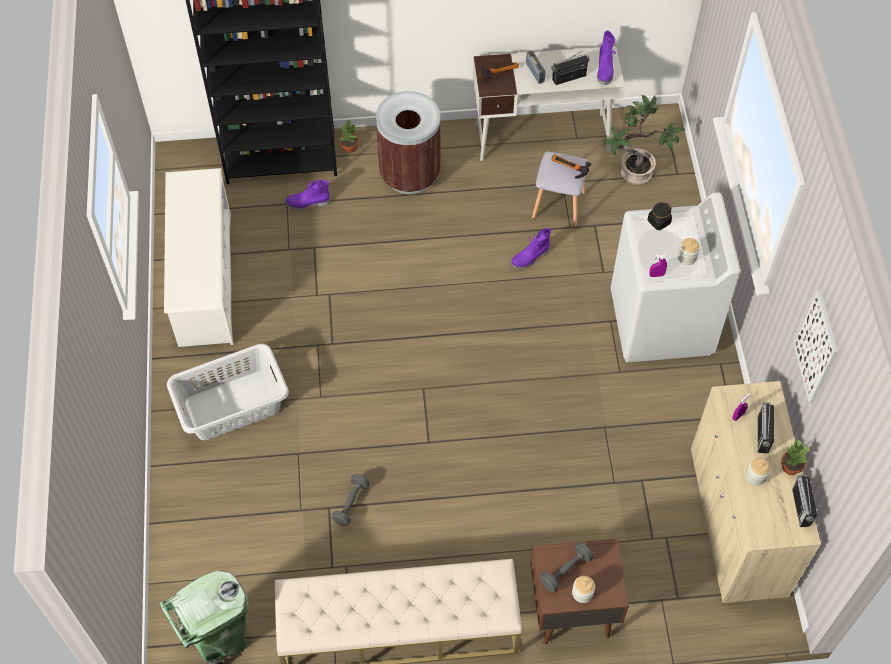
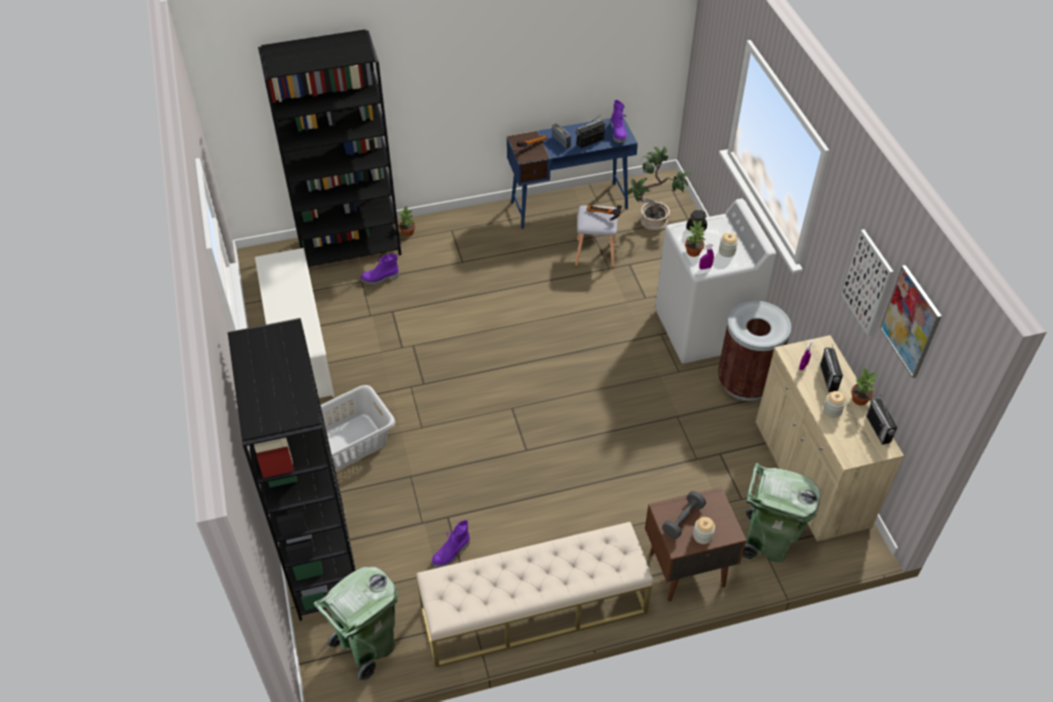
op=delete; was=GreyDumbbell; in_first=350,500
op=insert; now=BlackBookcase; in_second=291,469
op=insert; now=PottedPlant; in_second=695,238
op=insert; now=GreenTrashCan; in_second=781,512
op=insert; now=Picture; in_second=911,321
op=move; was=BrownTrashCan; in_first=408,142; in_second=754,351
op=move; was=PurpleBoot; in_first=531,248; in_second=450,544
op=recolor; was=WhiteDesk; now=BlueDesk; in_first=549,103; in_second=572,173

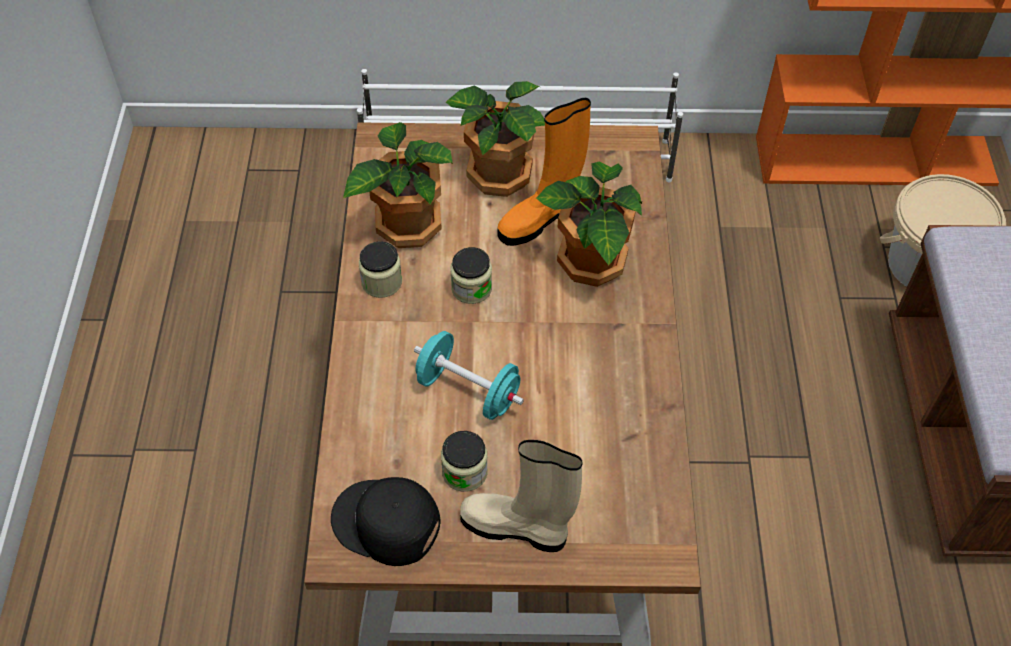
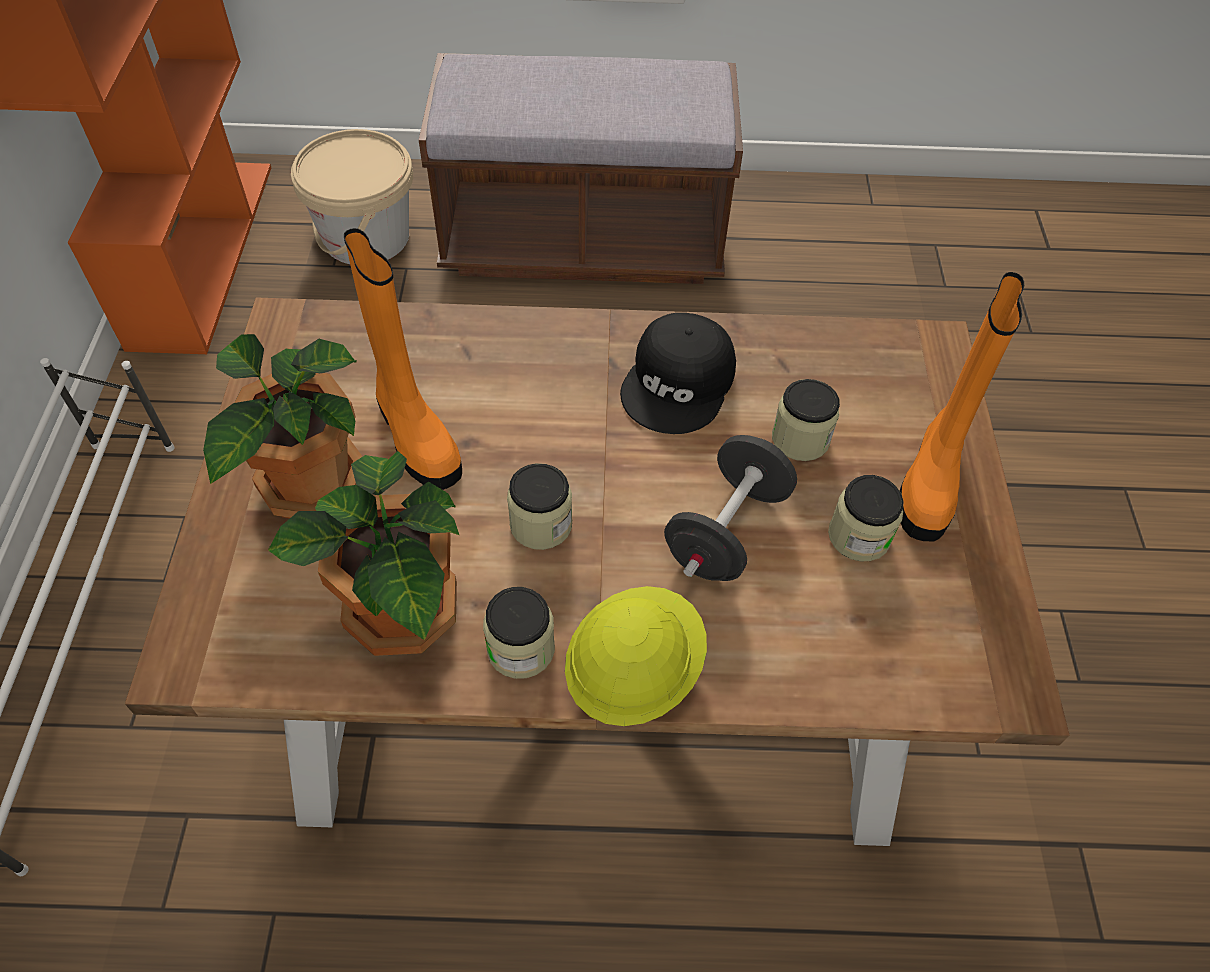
op=delete; was=PottedPlant; in_first=589,224
op=insert; now=YellowHardHat; in_second=636,656
op=insert; now=Jar; in_second=806,420
op=move; was=BlackCap; in_first=386,521; in_second=678,373
op=recolor; was=TurquoiseDumbbell; now=BlackDumbbell; in_first=469,375; in_second=730,508
op=recolor; was=BeigeBoot; now=OrangeBoot; in_first=521,496; in_second=961,406

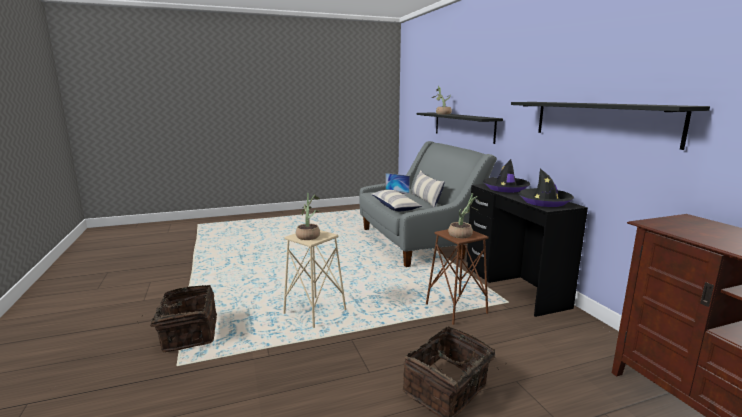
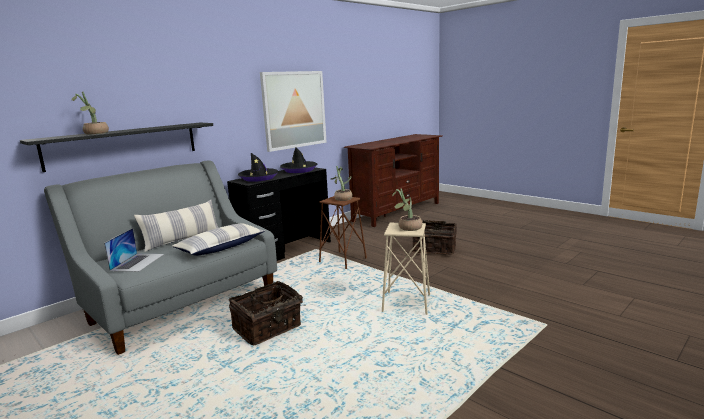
op=move; was=Basket; in_first=177,318; in_second=267,313
op=replace; was=BlackShelf; now=Picture; in_first=610,126; in_second=293,111

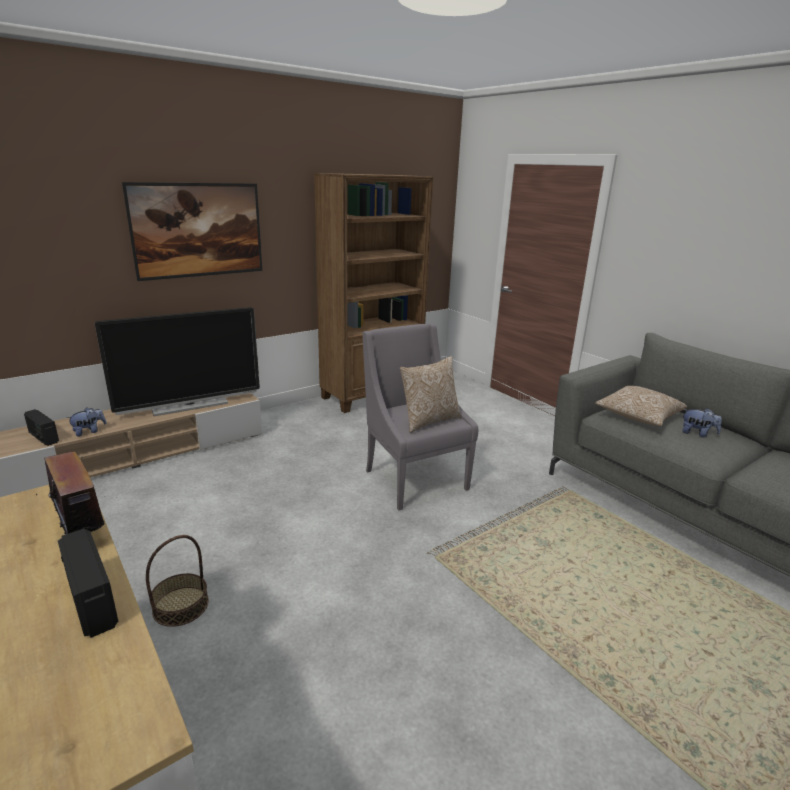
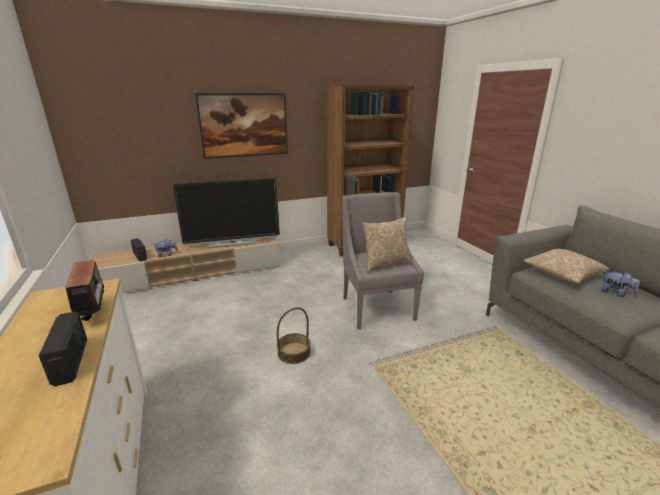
op=move; was=Basket; in_first=177,581; in_second=294,335

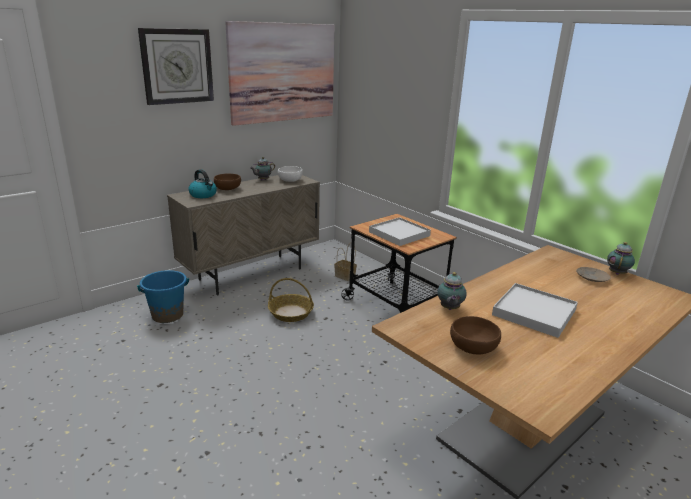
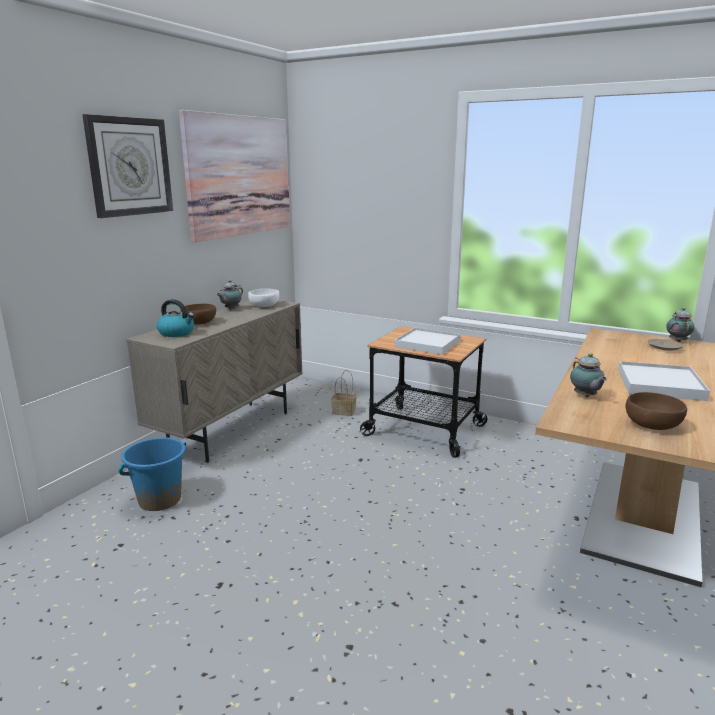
op=delete; was=Basket; in_first=291,300

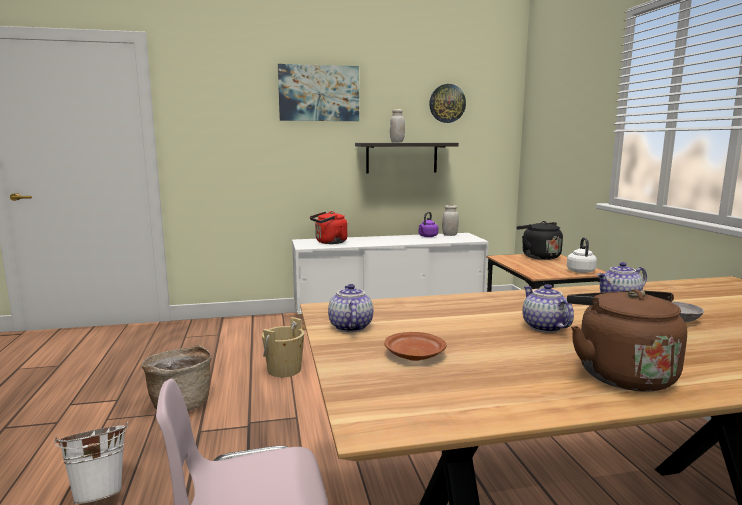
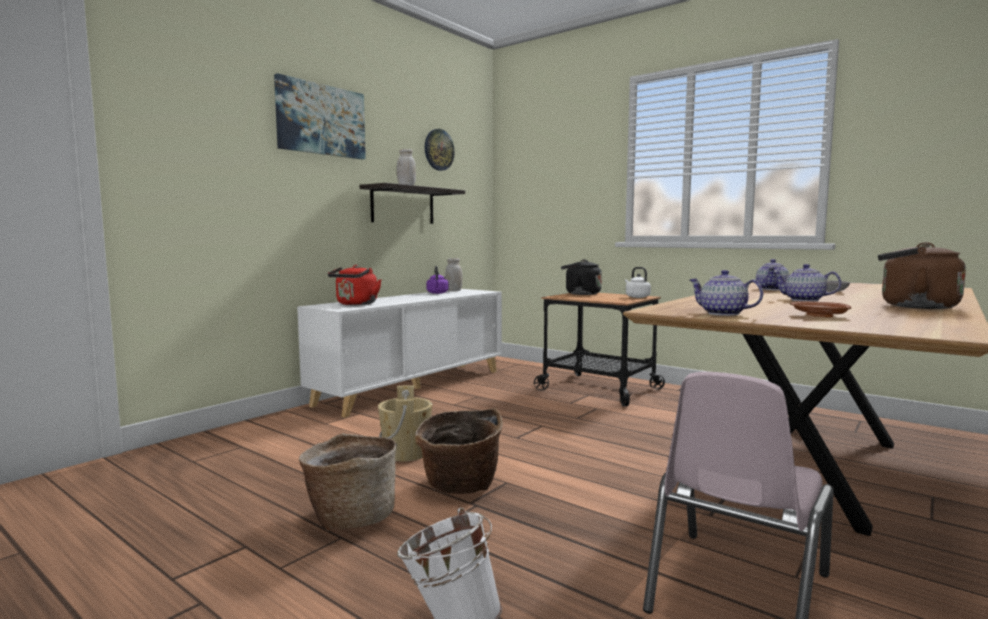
op=insert; now=Basket; in_second=459,451

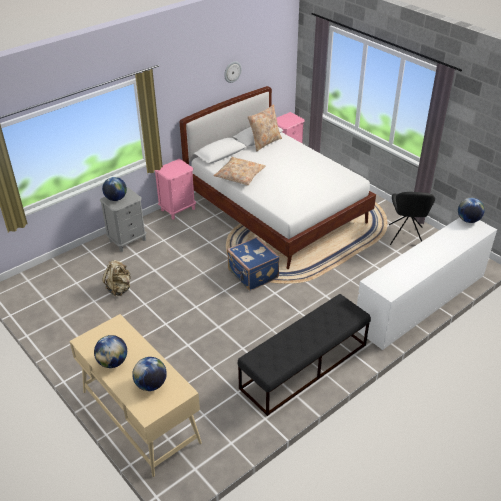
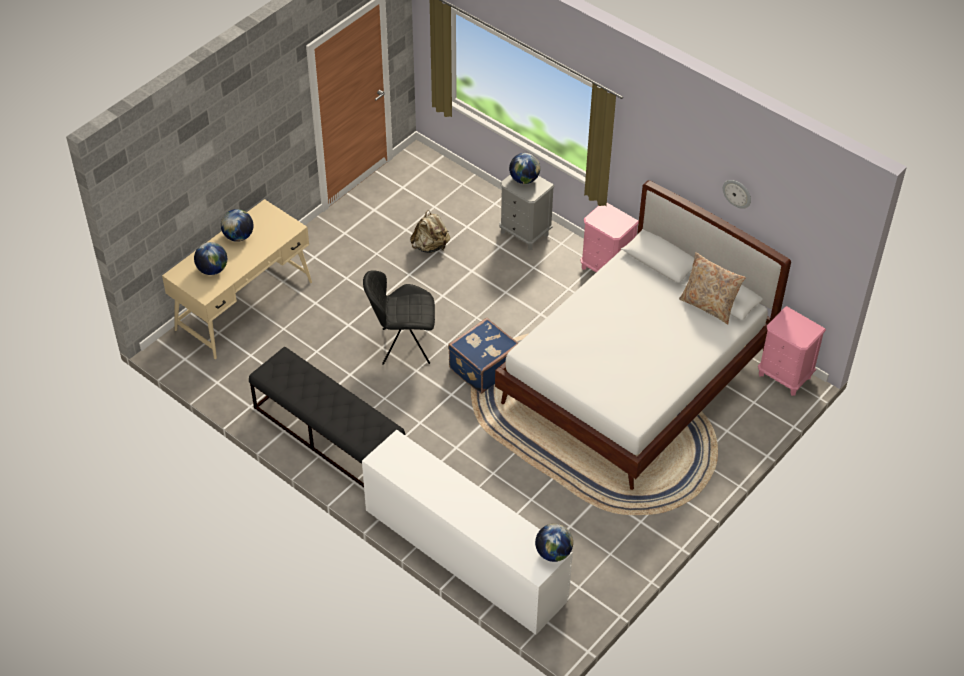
op=delete; was=BeigePillow; in_first=239,171
op=move; was=BlackChair; in_first=412,218; in_second=399,317

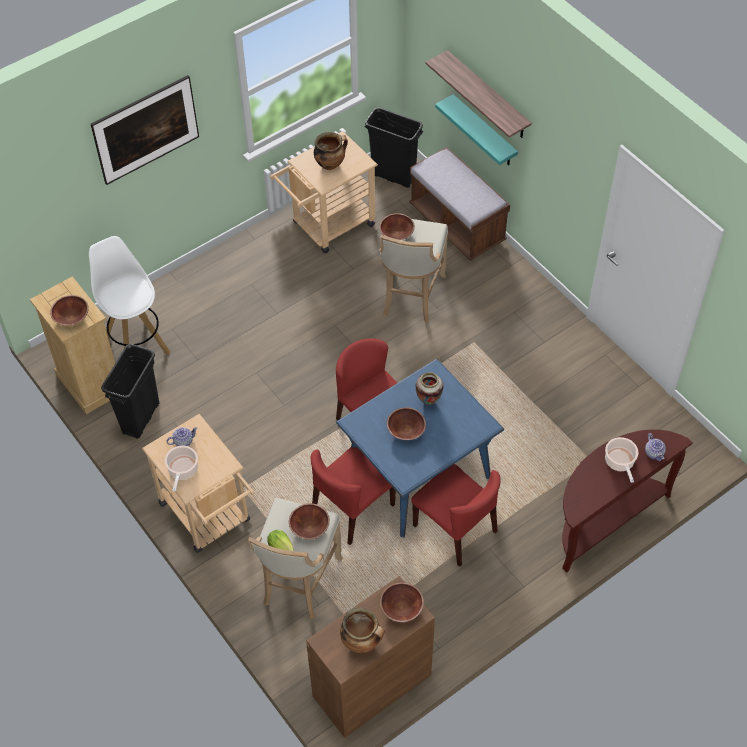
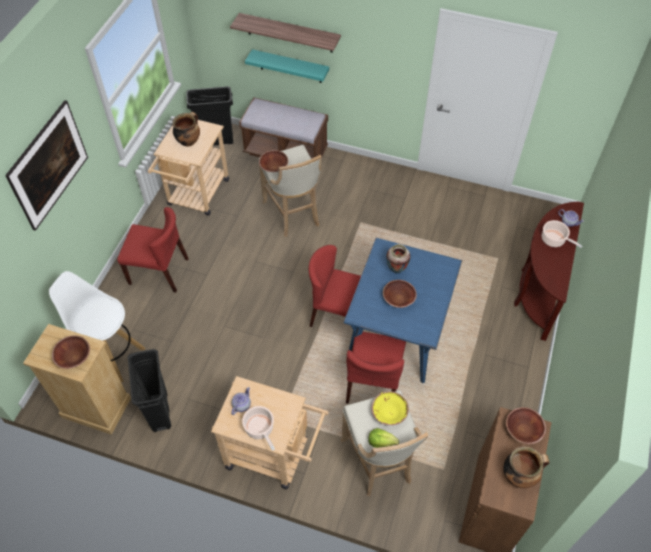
op=move; was=RedChair; in_first=456,515; in_second=153,250
op=recolor; was=BrownBowl; now=YellowBowl; in_first=309,521; in_second=390,408

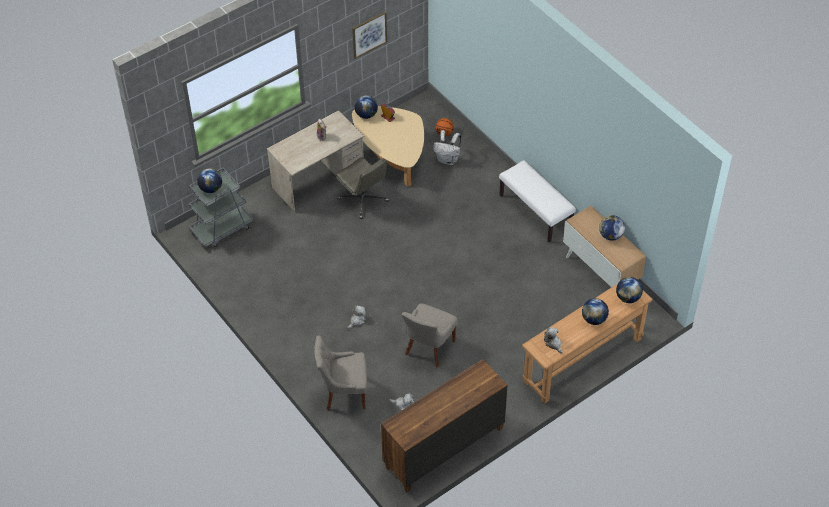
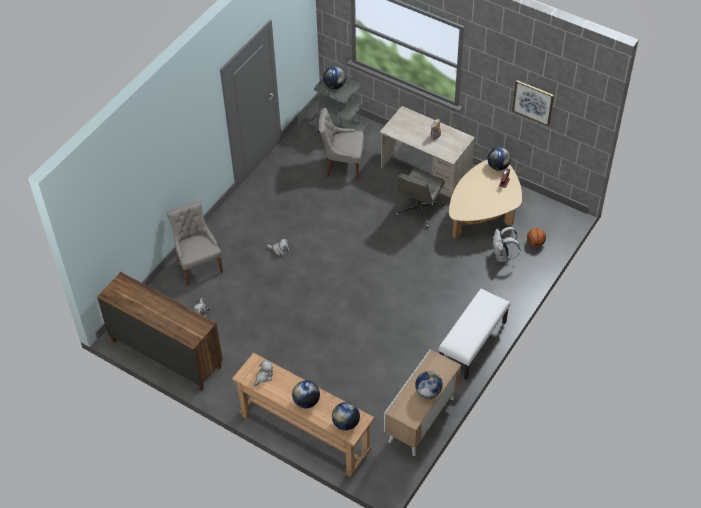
op=move; was=GreyChair; in_first=429,335; in_second=341,144

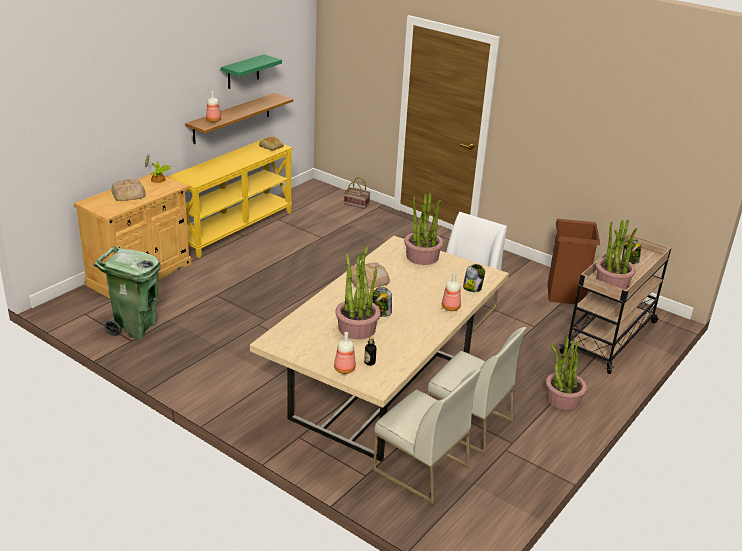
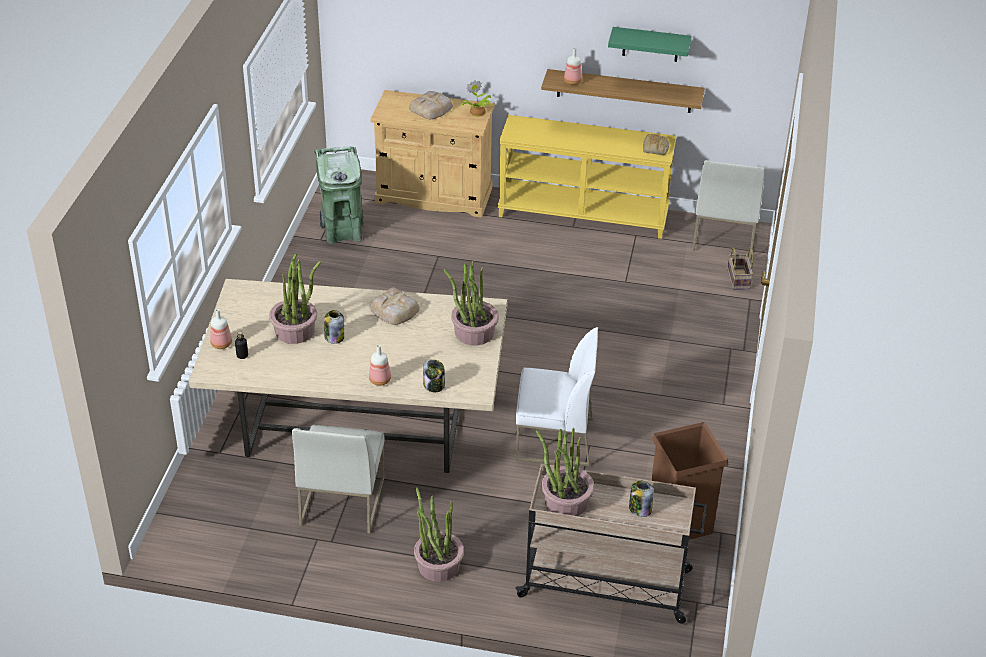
op=move; was=WhiteChair; in_first=427,436; in_second=728,209

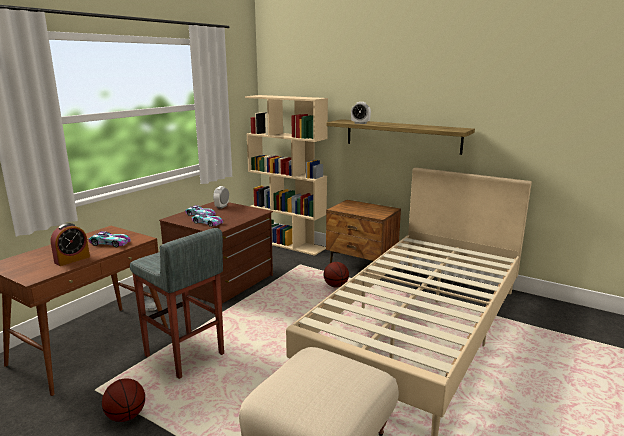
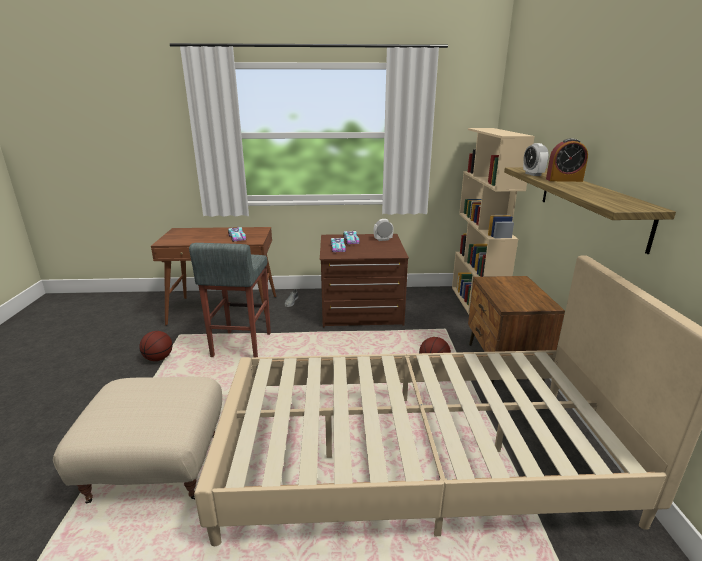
op=move; was=AlarmClock; in_first=70,244; in_second=567,160

